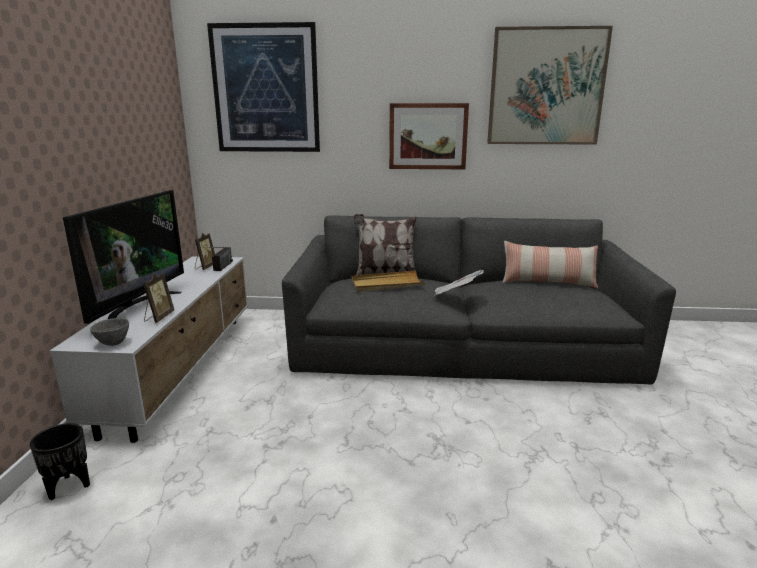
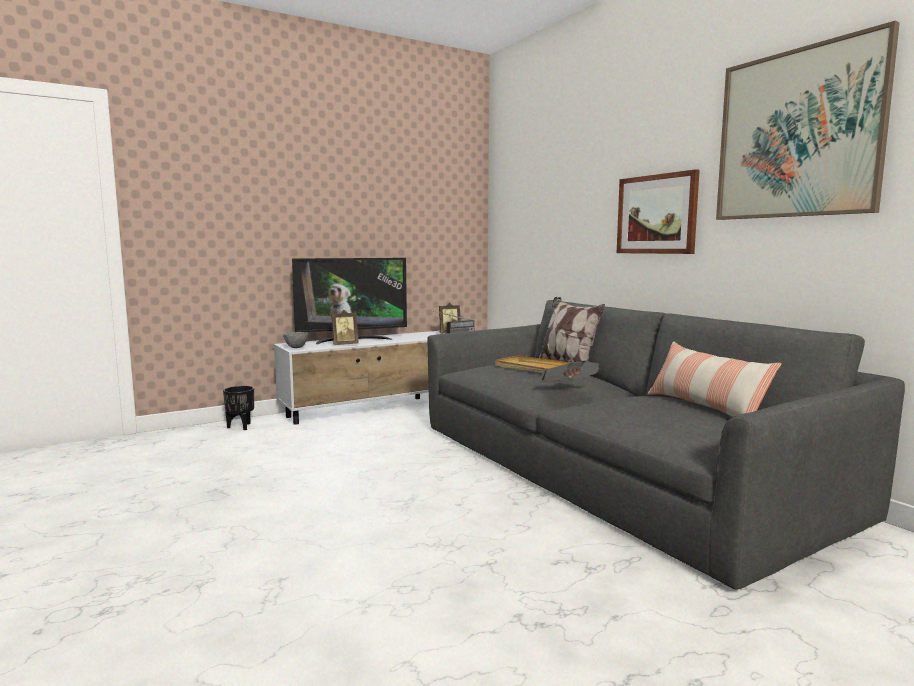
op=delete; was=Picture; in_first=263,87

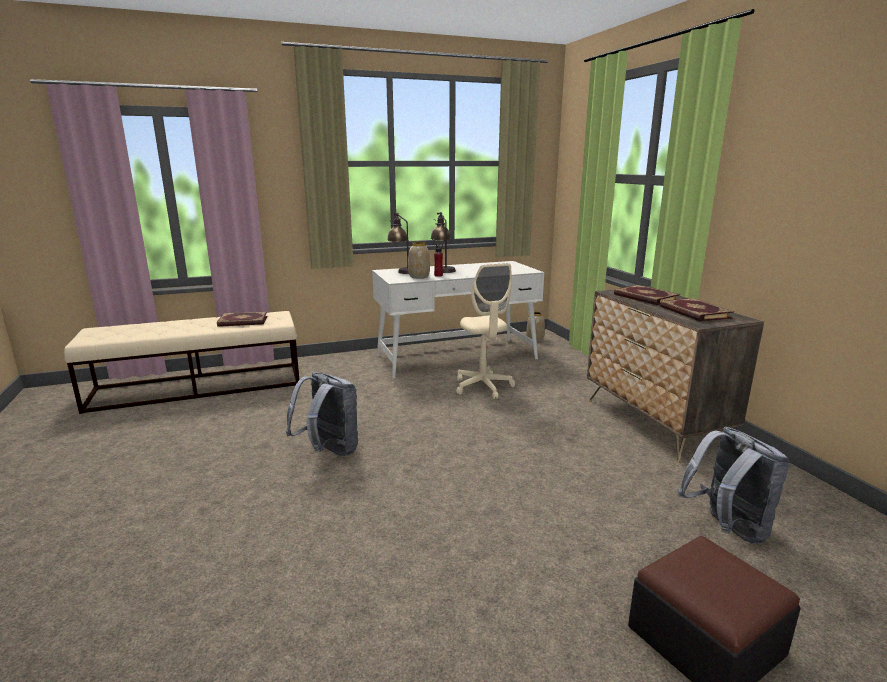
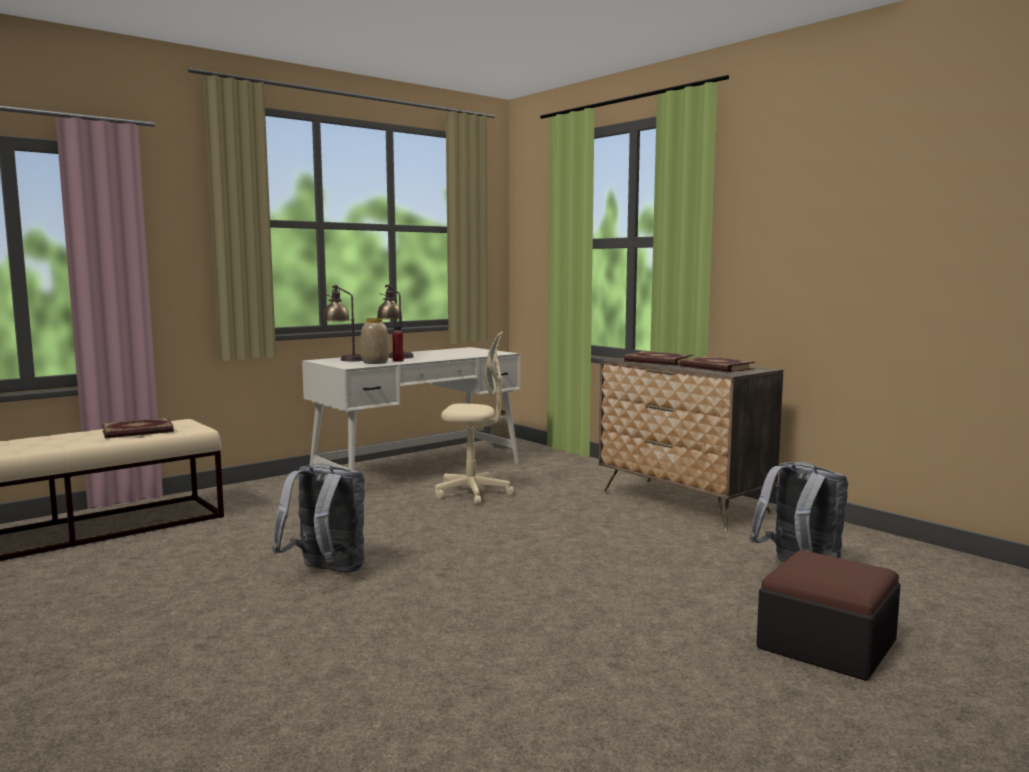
op=rotate; was=BeigeOfficeChair; in_first=485,331; in_second=474,418; clockwise=-45

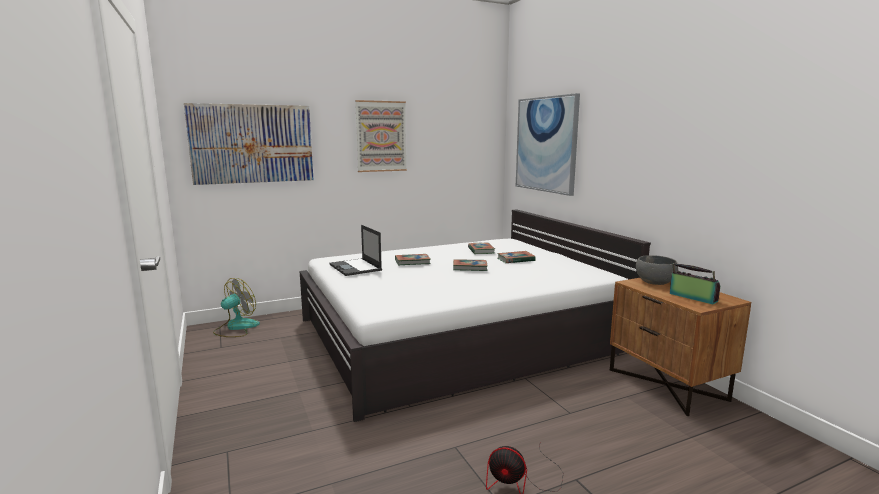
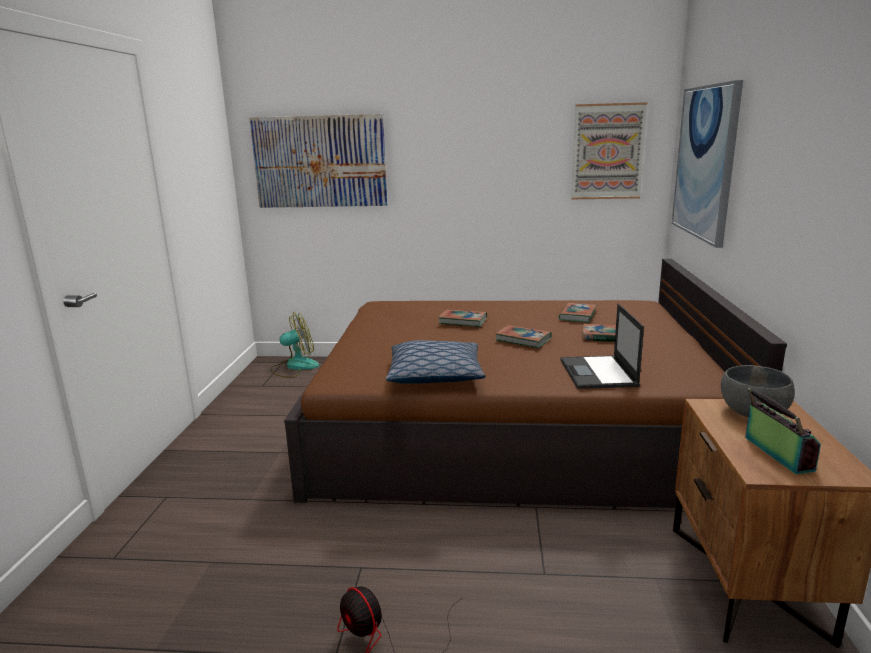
op=insert; now=Pillow; in_second=436,362
op=move; was=Laptop; in_first=356,250; in_second=602,346
op=move; was=Picture; in_first=381,136; in_second=609,150
op=recolor; was=WhiteBed; now=BrownBed; in_first=475,316; in_second=535,384

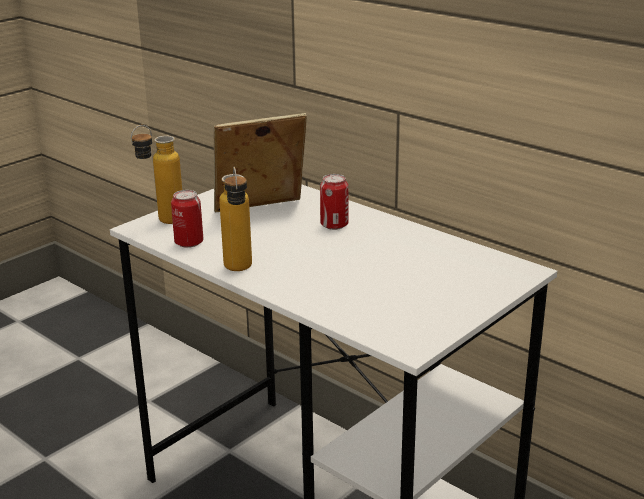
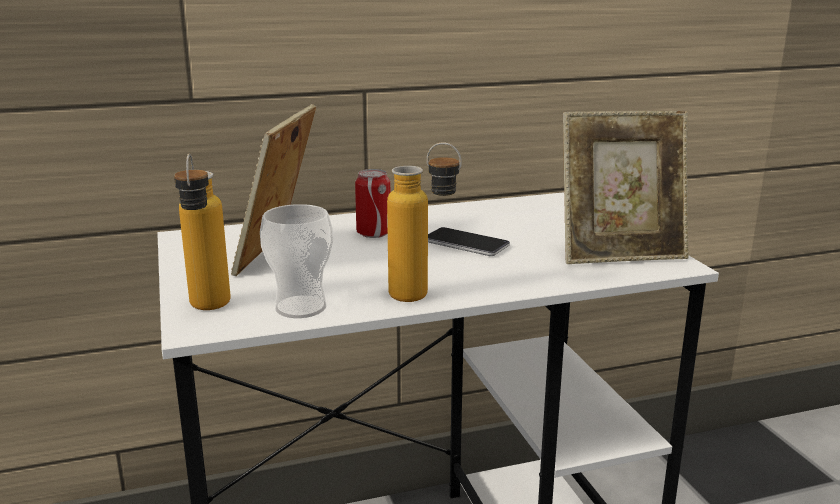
op=insert; now=Phone; in_second=469,241
op=insert; now=PictureFrame; in_second=625,187
op=replace; was=Can; now=Cup; in_first=187,219; in_second=296,261

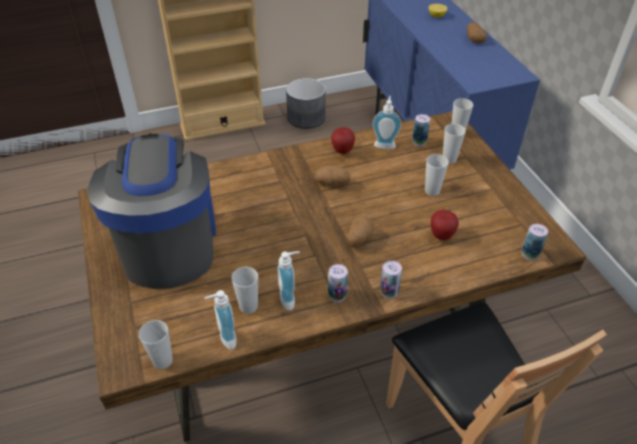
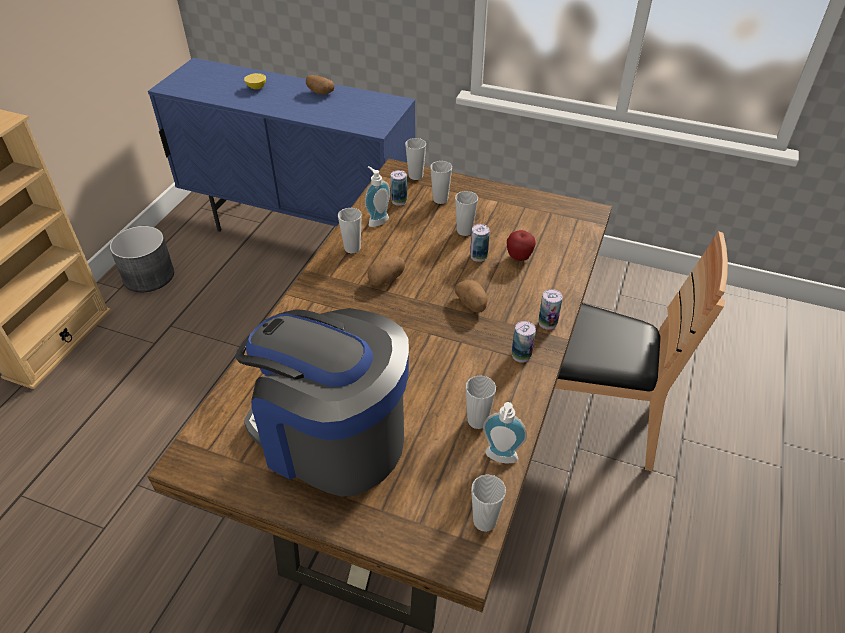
op=delete; was=SoapDispenser; in_first=289,280
op=move; was=Can; in_first=535,242; in_second=480,243
op=replace; was=Apple; now=Cup; in_first=343,140; in_second=350,230

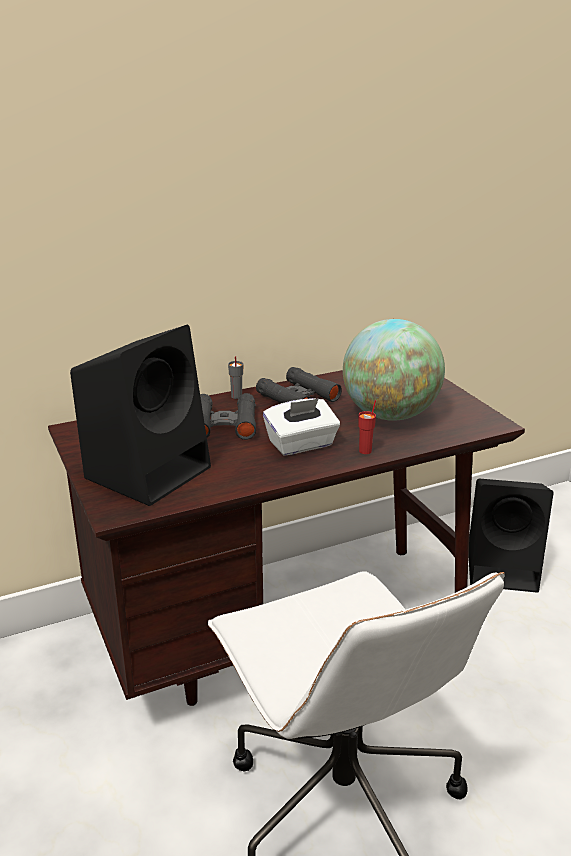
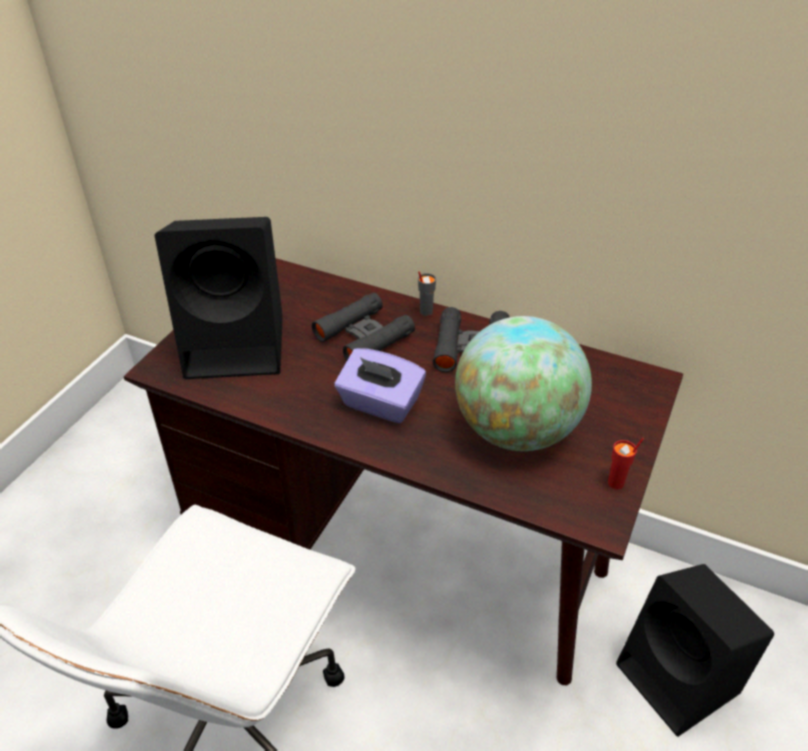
op=move; was=RedCup; in_first=367,427; in_second=626,463
op=recolor; was=WhiteTissueBox; now=PurpleTissueBox; in_first=301,427; in_second=380,385

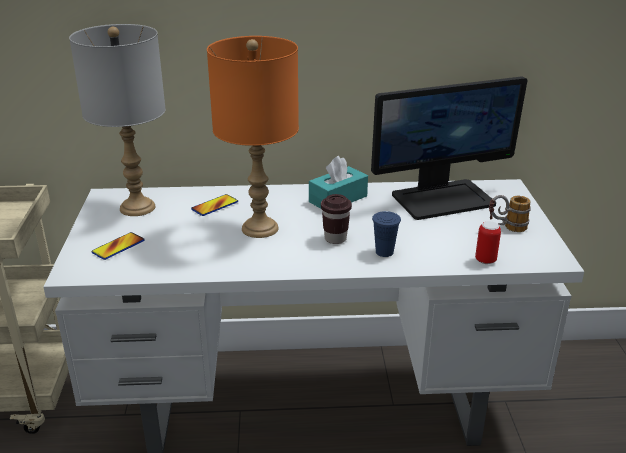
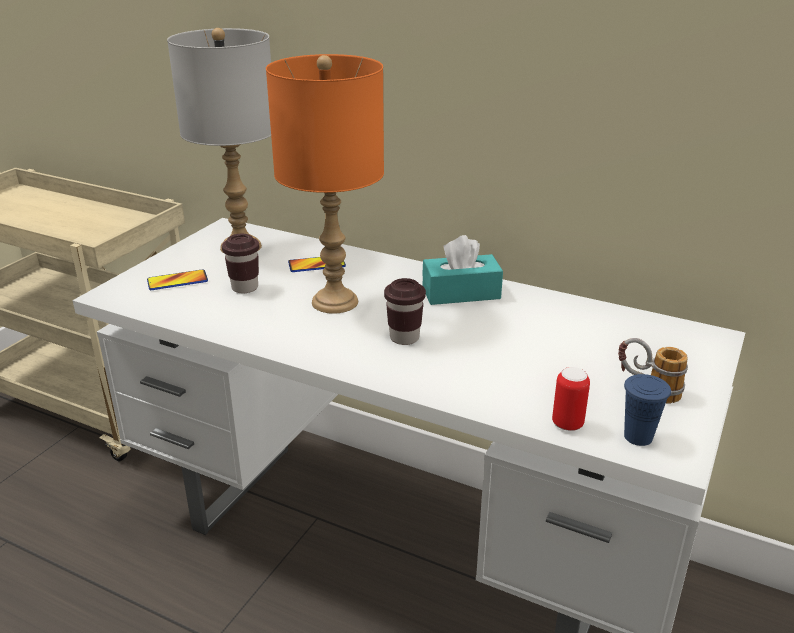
op=delete; was=Monitor; in_first=449,148
op=insert; now=BrownCup; in_second=240,263
op=move; was=BlueCup; in_first=386,234; in_second=647,410

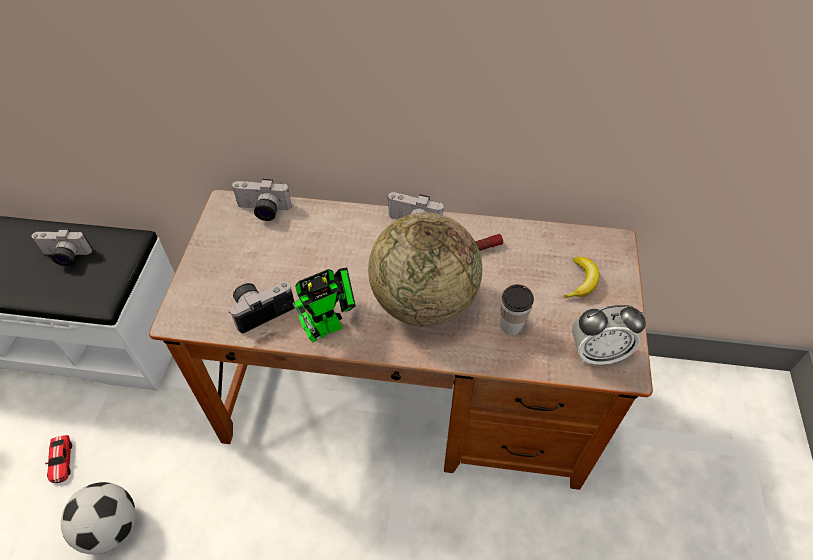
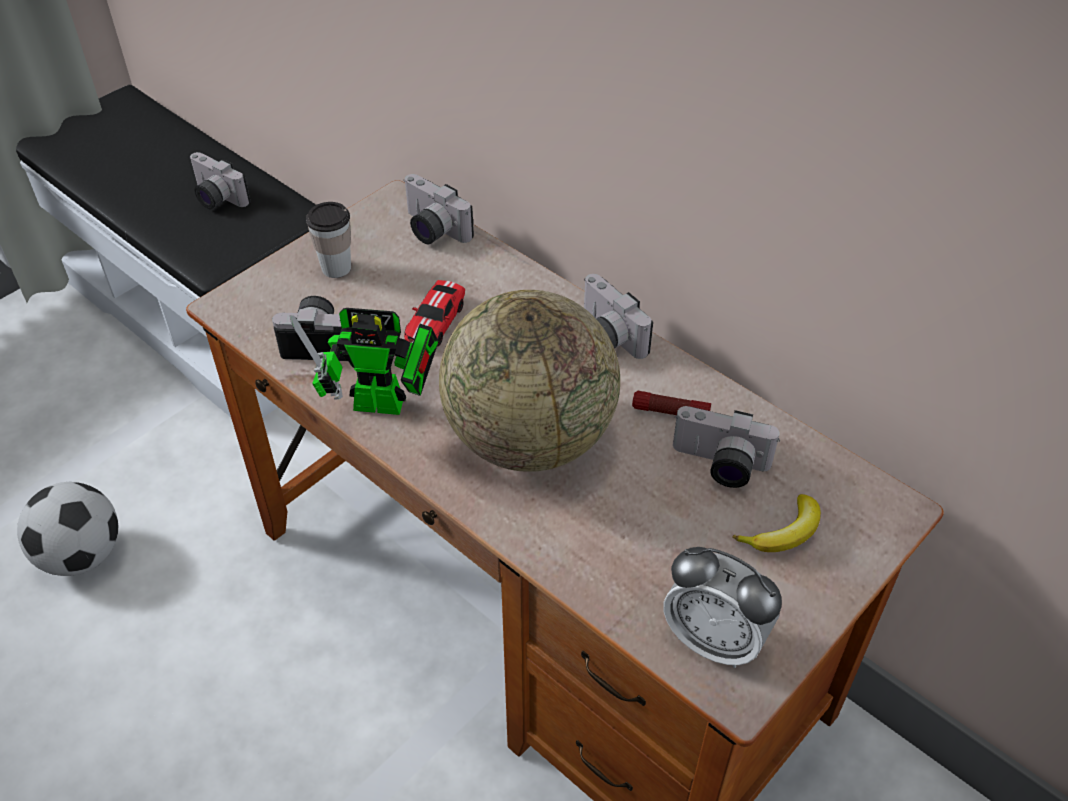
op=insert; now=PhotoCamera; in_second=726,447
op=move; was=ToyCar; in_first=58,459; in_second=434,313
op=move; was=Cup; in_first=517,309; in_second=328,240

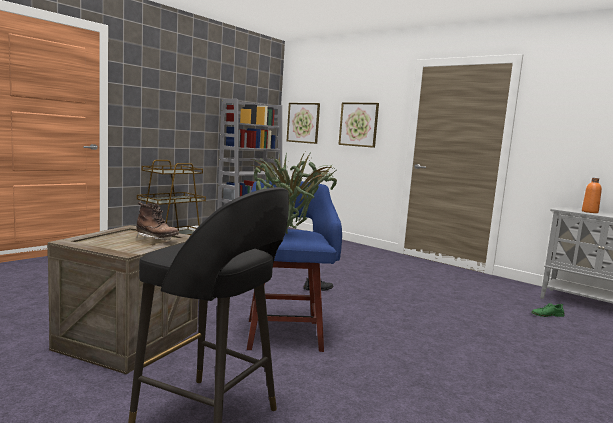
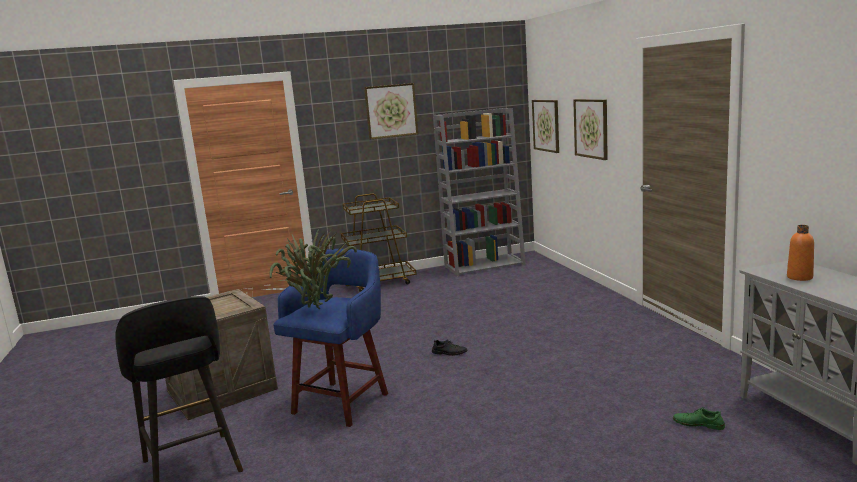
op=delete; was=BrownBoot; in_first=158,221
op=insert; now=Picture; in_second=391,111

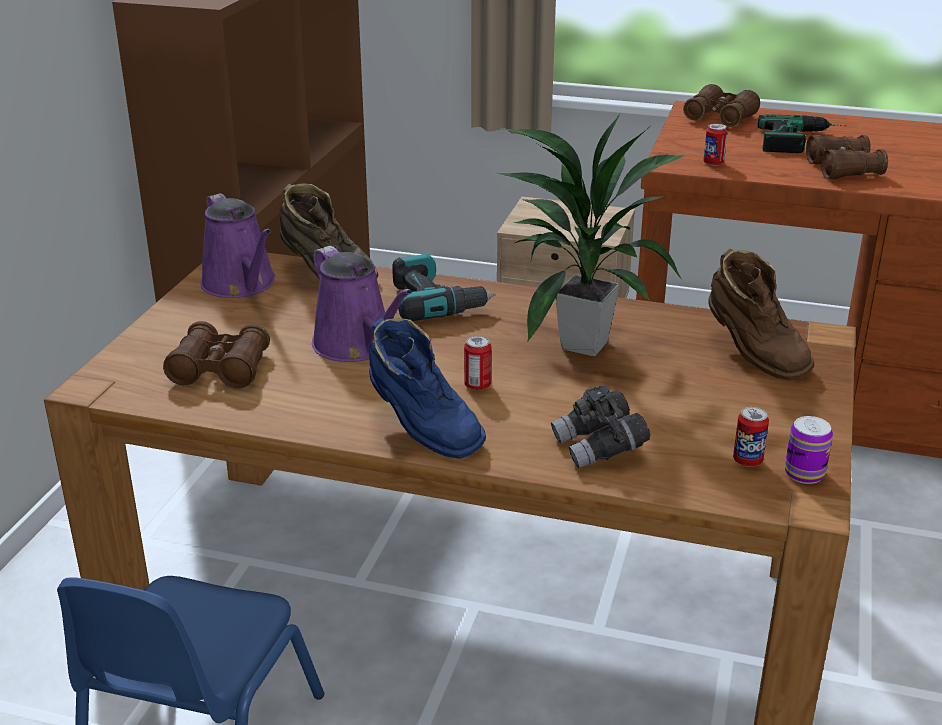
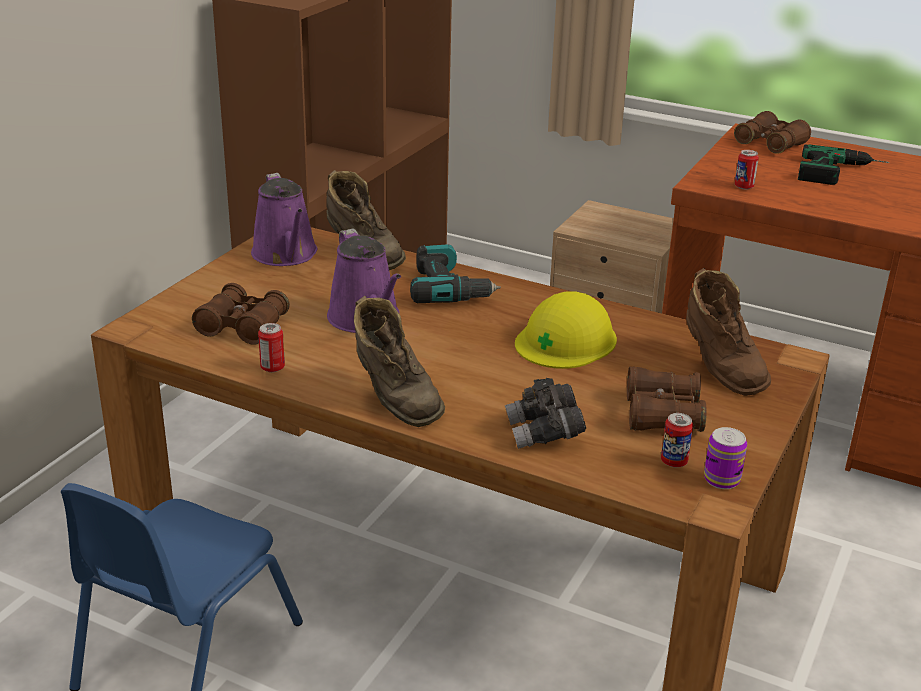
op=move; was=Can; in_first=478,363; in_second=271,347
op=move; was=BrownBinoculars; in_first=847,157; in_second=667,399
op=replace; was=PottedPlant; now=YellowHardHat; in_first=592,235; in_second=566,330
op=recolor; was=BlueBoot; now=BrownBoot; in_first=427,388; in_second=399,361

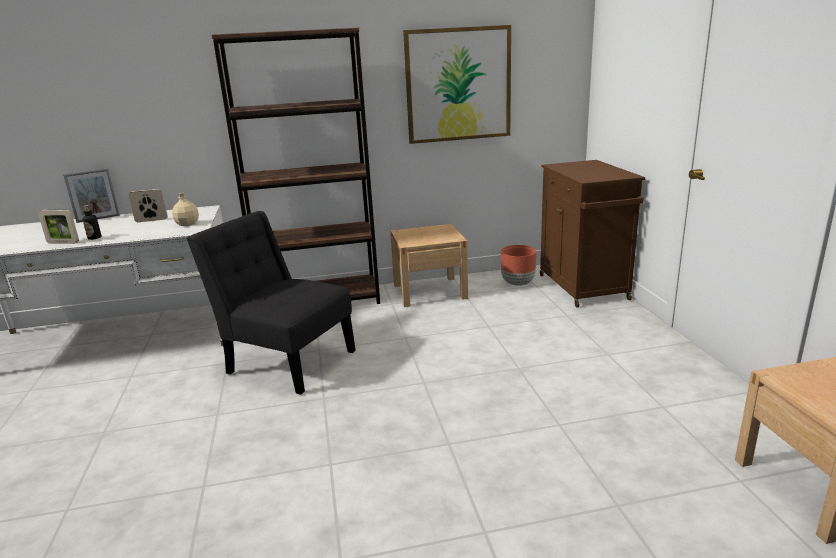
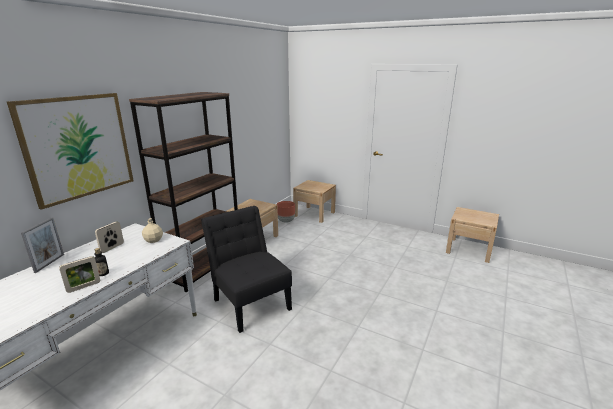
op=move; was=Picture; in_first=457,84; in_second=70,151
op=replace; was=BrownCabinet; now=BeigeNightstand; in_first=592,233; in_second=314,201
op=rotate; was=BlackChair; in_first=271,303; in_second=246,269; clockwise=75

